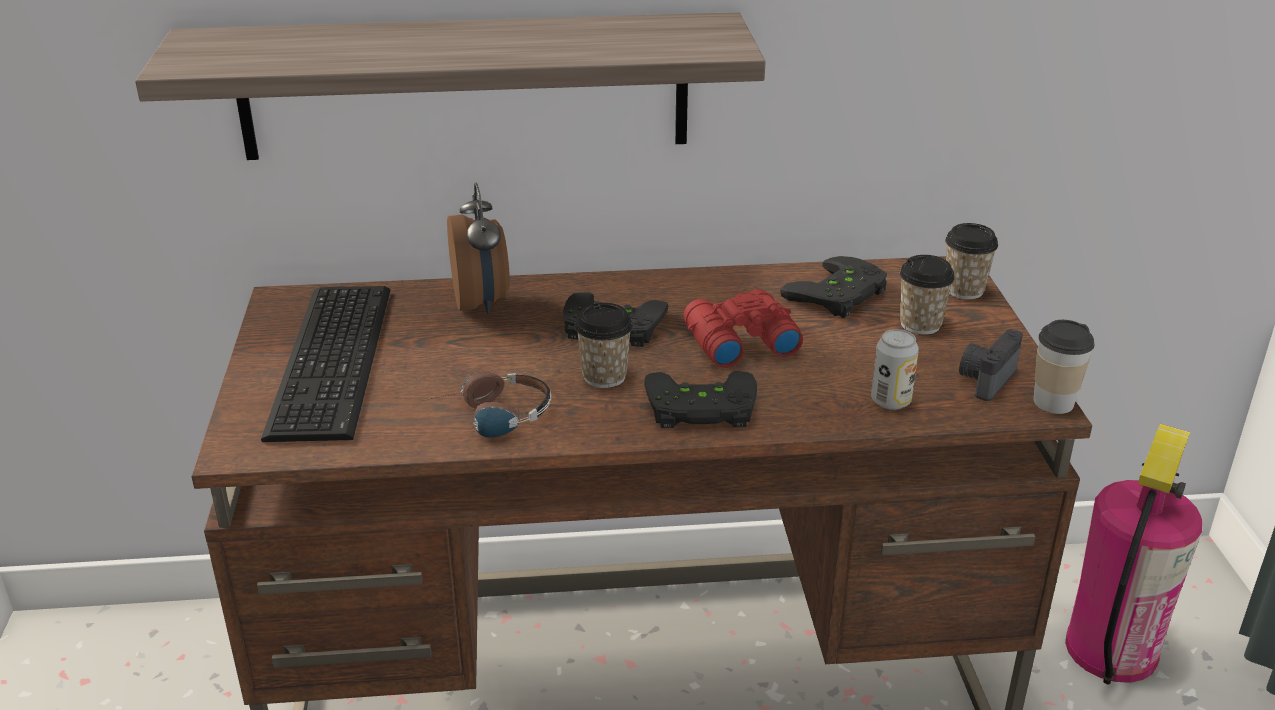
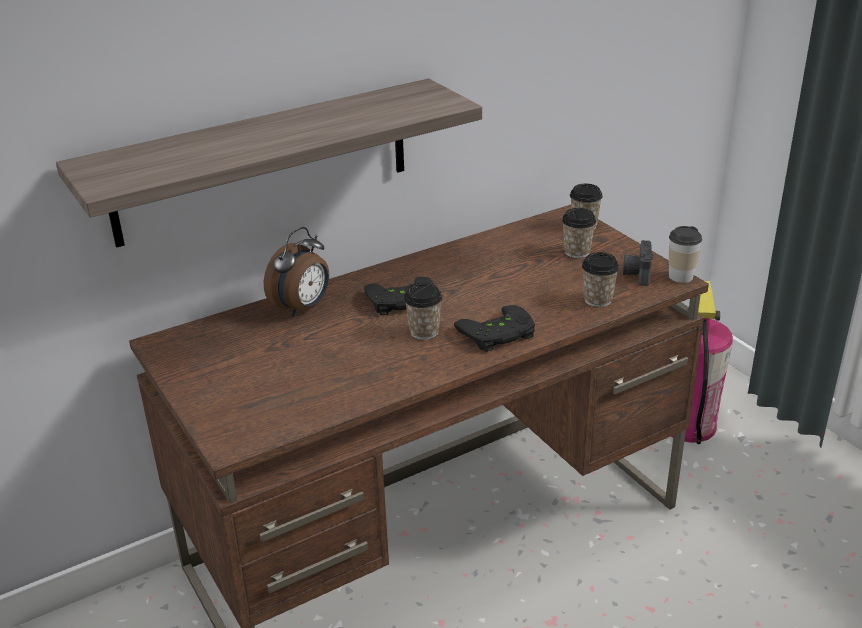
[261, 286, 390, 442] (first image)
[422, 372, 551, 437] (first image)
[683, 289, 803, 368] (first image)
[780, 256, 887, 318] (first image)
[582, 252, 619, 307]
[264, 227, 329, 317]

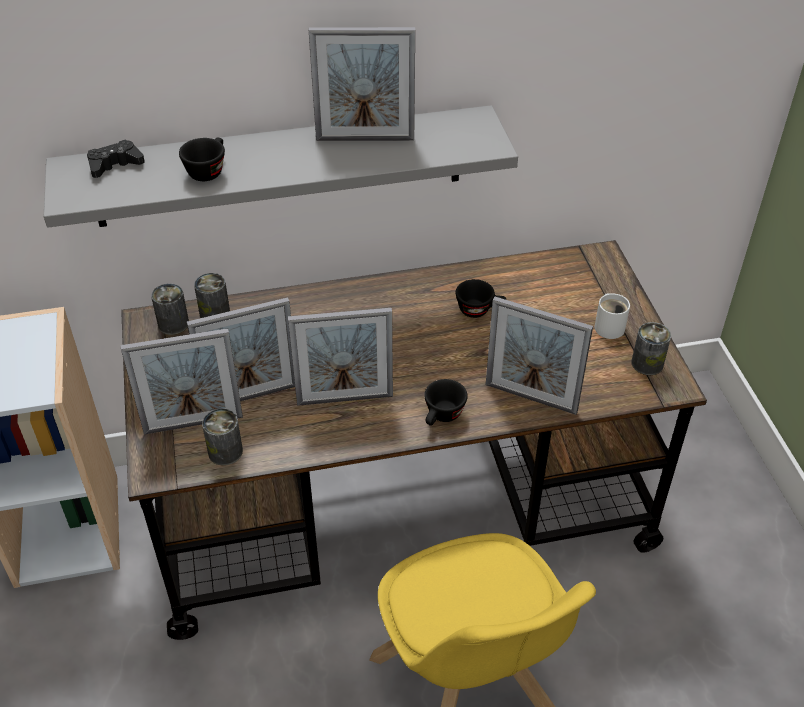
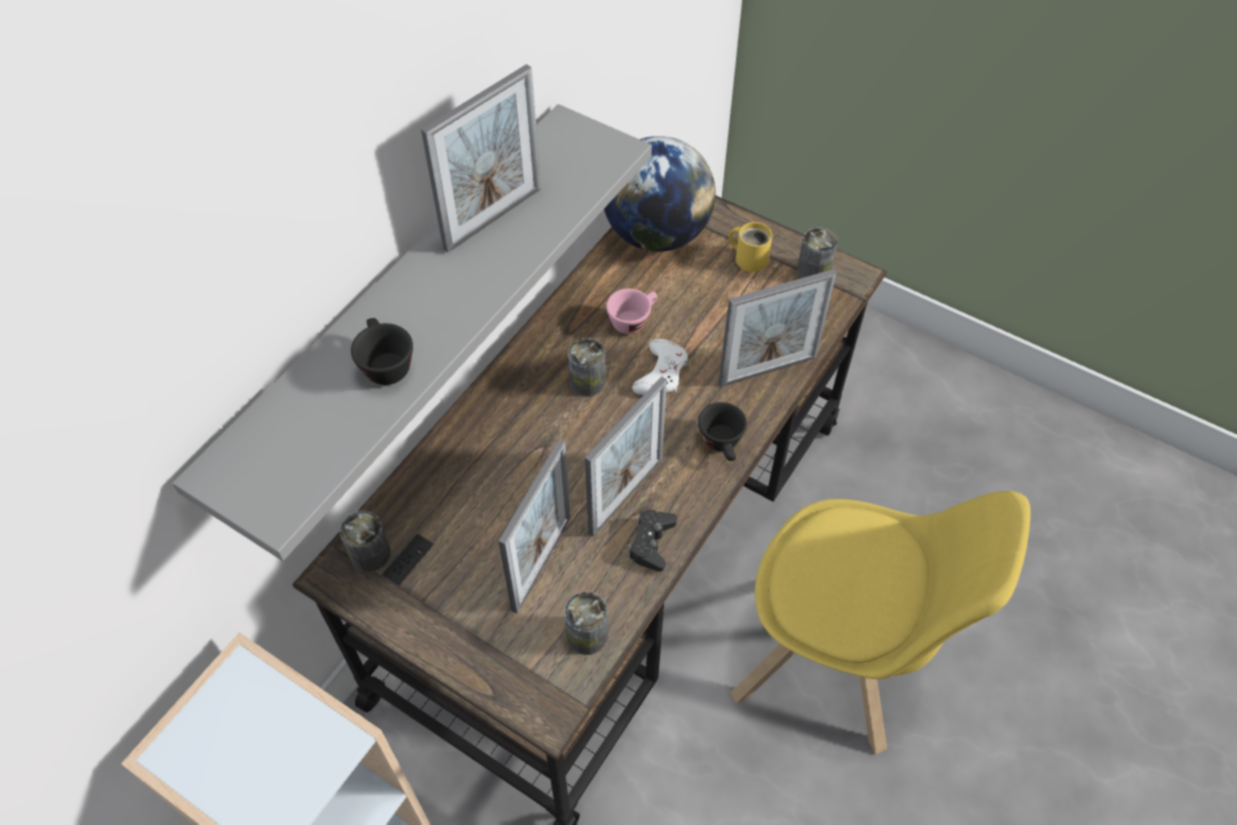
[121, 328, 243, 434] (first image)
[604, 136, 716, 252]
[632, 339, 688, 395]
[628, 510, 677, 572]
[568, 338, 606, 397]
[606, 289, 657, 334]
[729, 222, 772, 272]

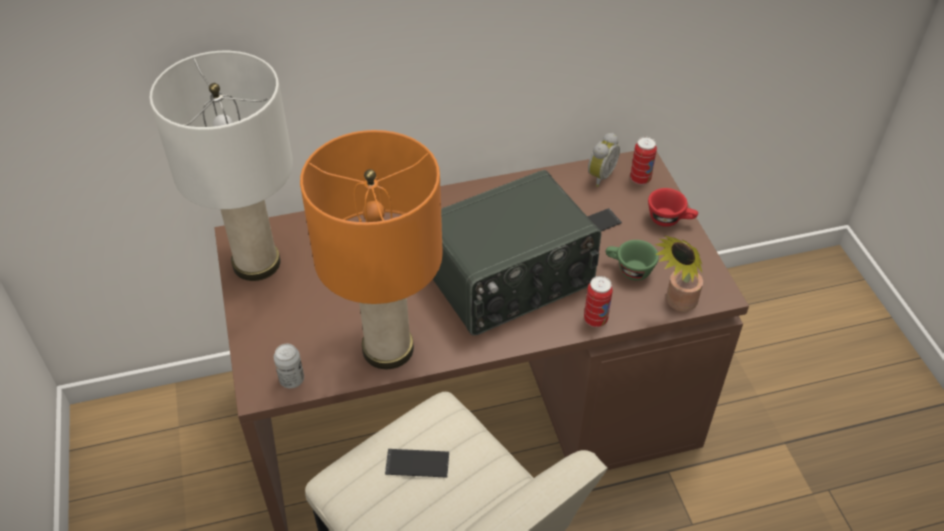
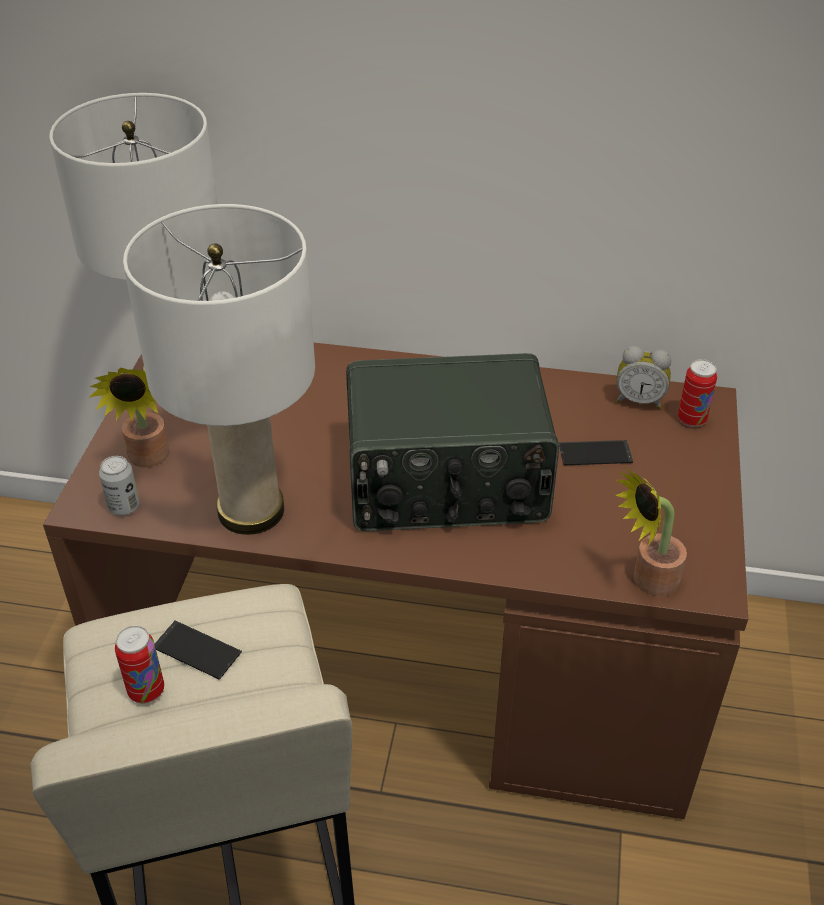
[605, 240, 659, 281] (first image)
[648, 188, 698, 227] (first image)
[89, 368, 170, 468]
[115, 626, 164, 704]
[123, 204, 315, 535]
[616, 346, 671, 409]

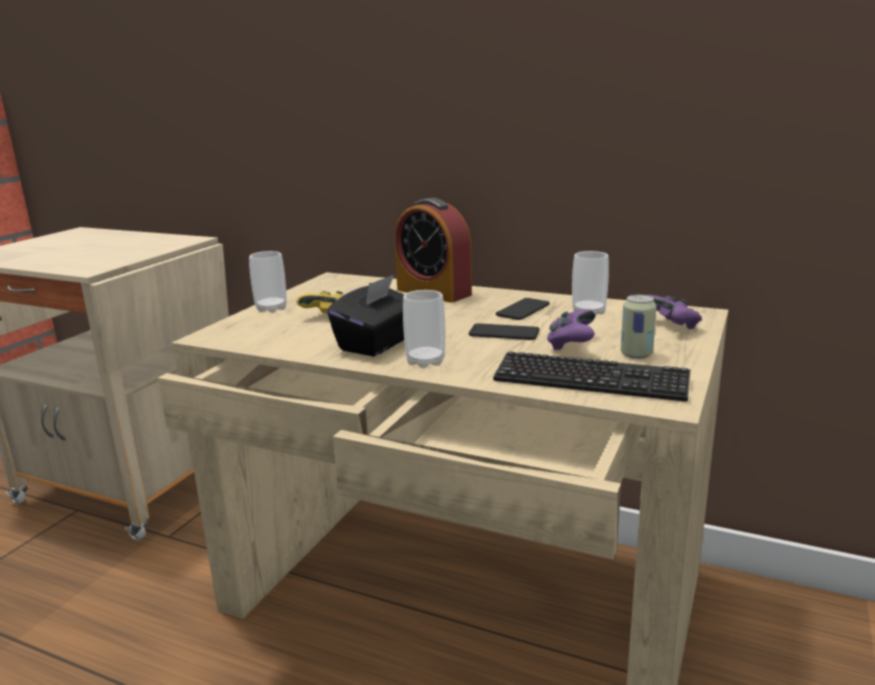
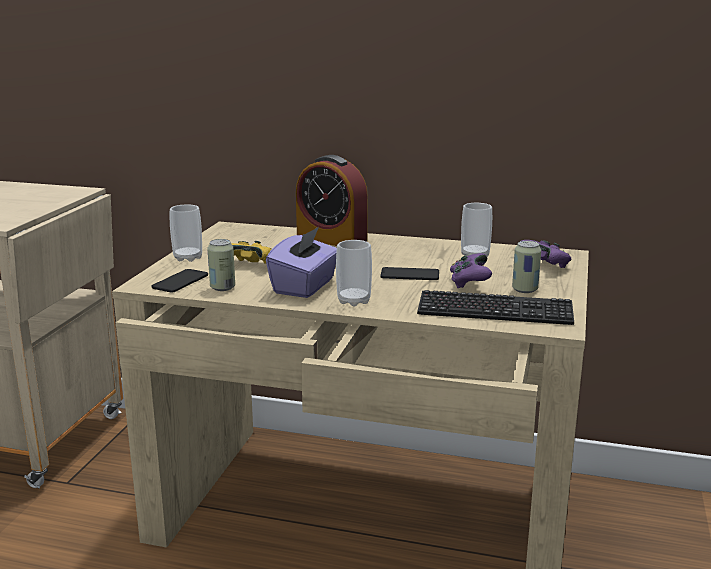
[207, 239, 235, 291]
[152, 269, 208, 292]
[266, 227, 337, 298]

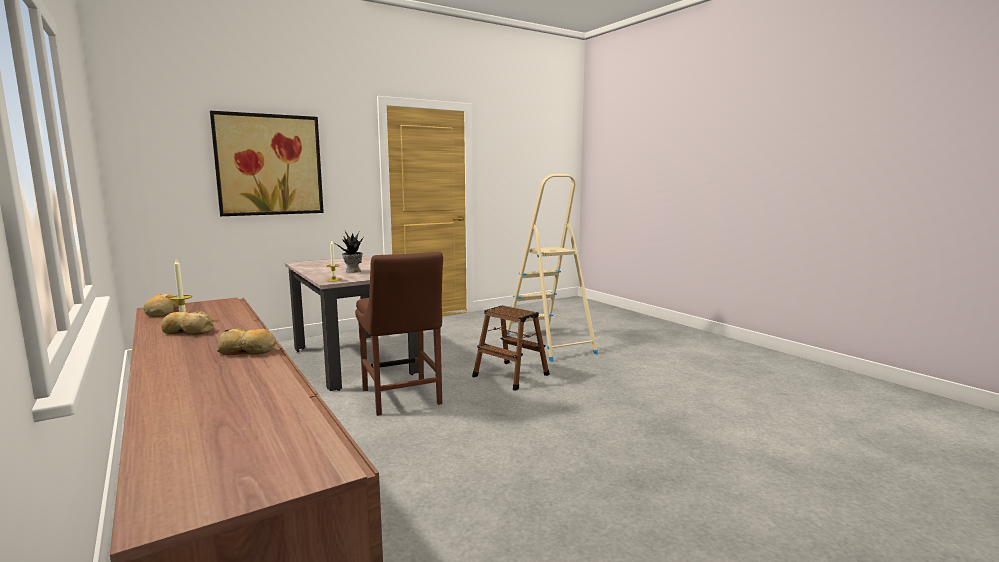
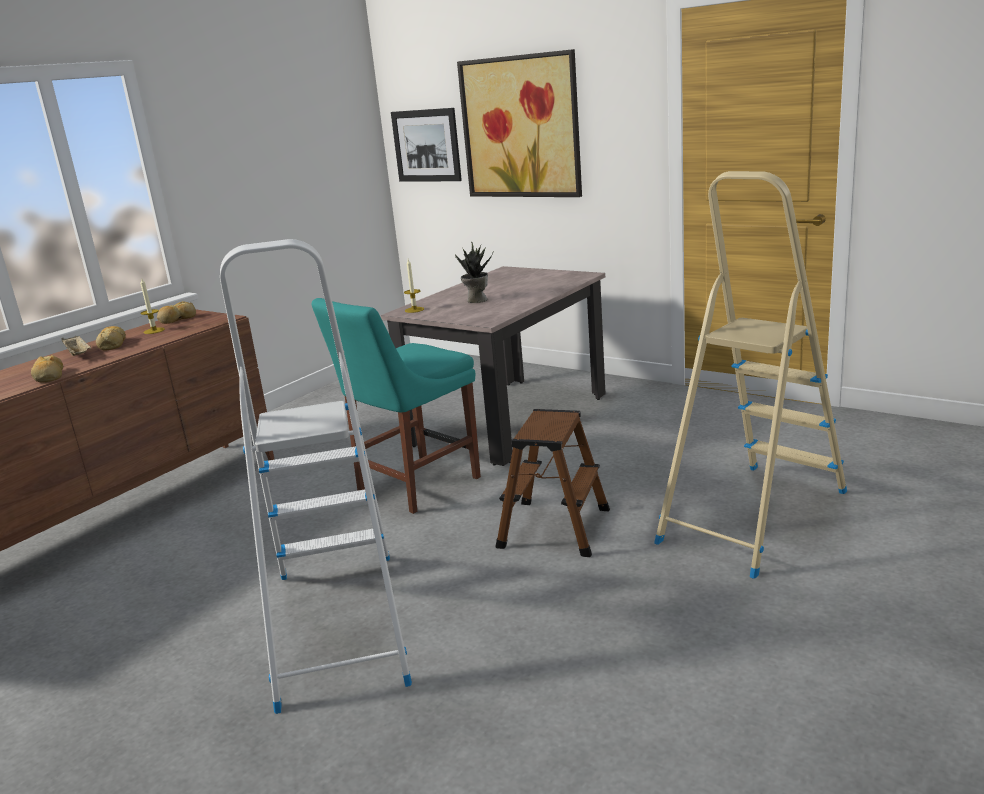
[61, 336, 91, 356]
[220, 239, 412, 714]
[391, 108, 462, 182]
[312, 298, 481, 514]

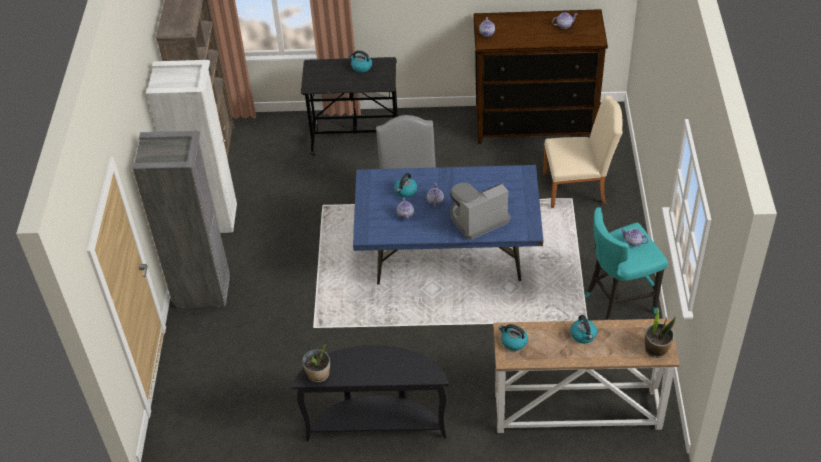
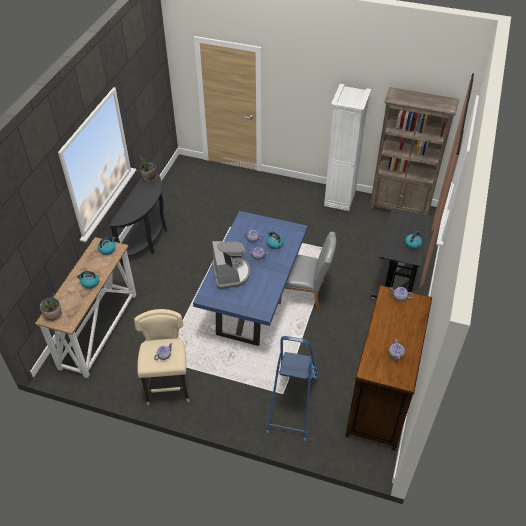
[132, 131, 230, 308] (first image)
[267, 336, 318, 440]
[134, 309, 190, 405]

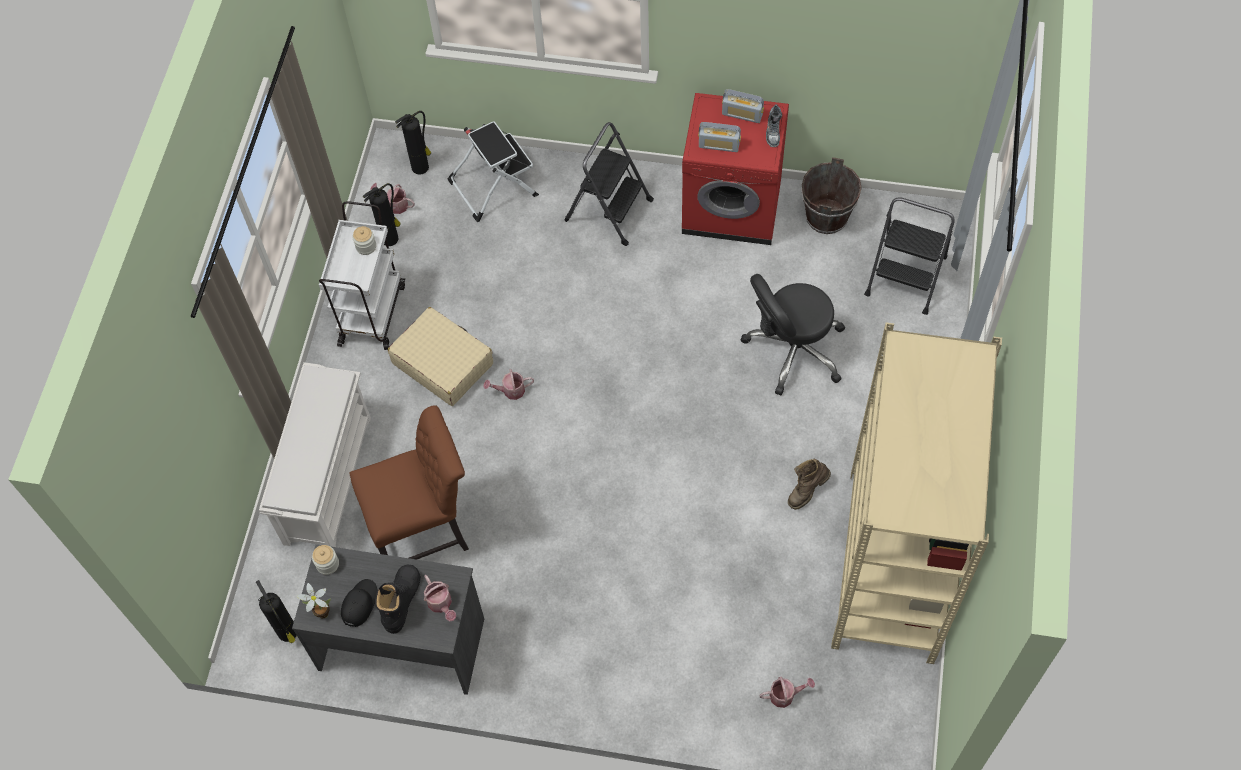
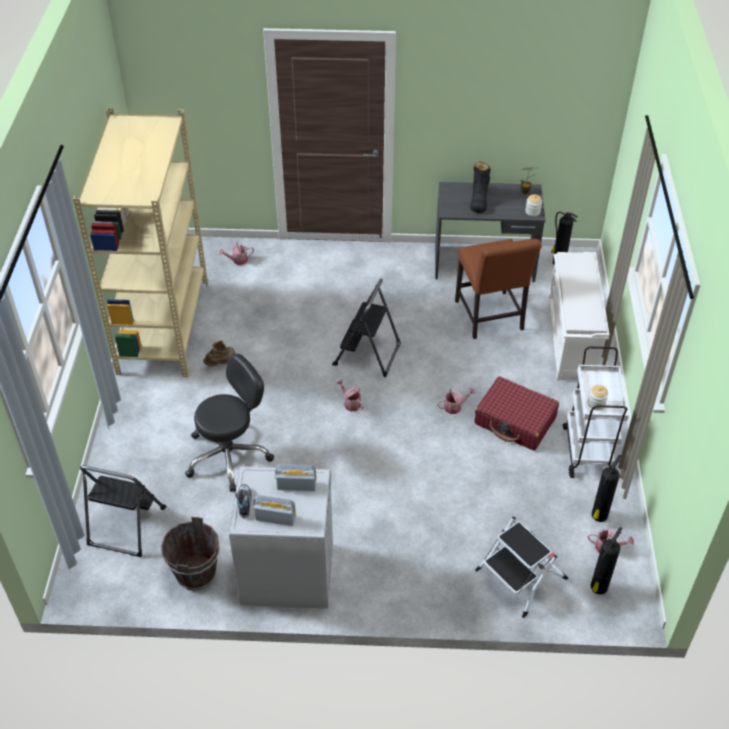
[341, 579, 378, 627] (first image)
[337, 379, 364, 411]
[332, 278, 401, 377]
[474, 376, 559, 451]
[229, 466, 333, 609]
[455, 239, 542, 339]

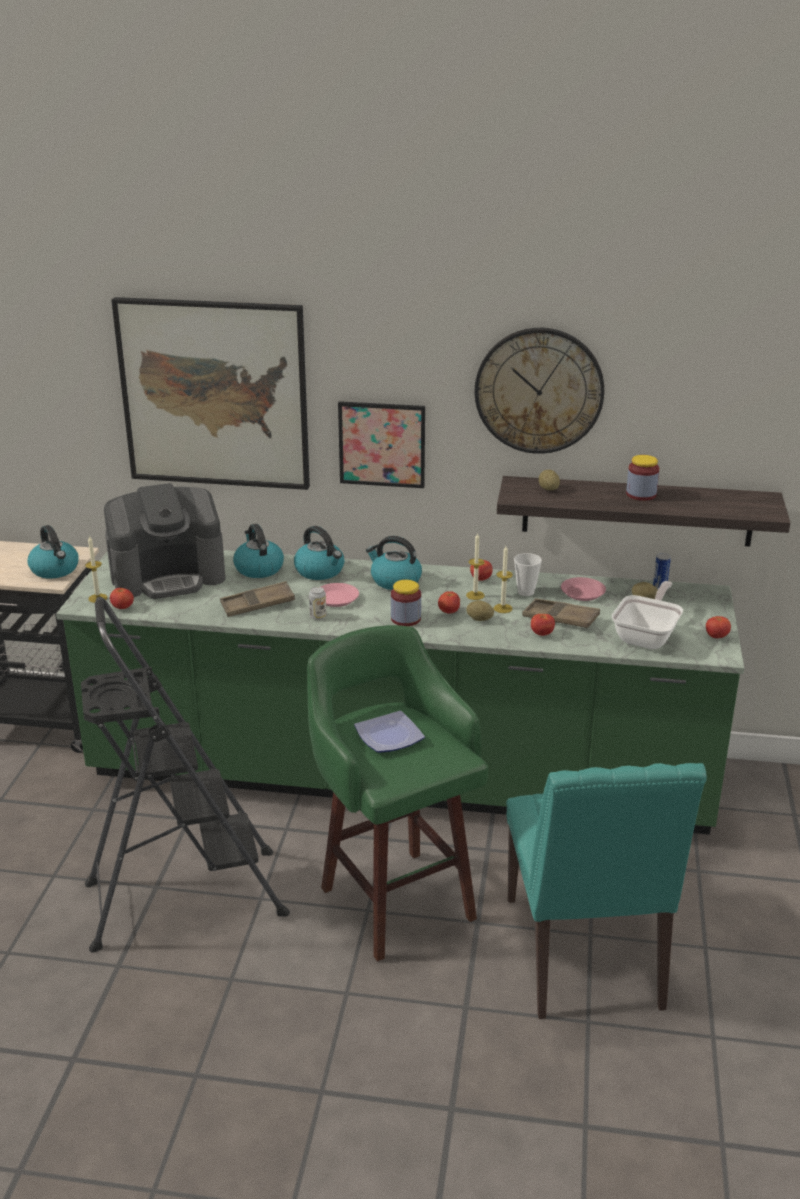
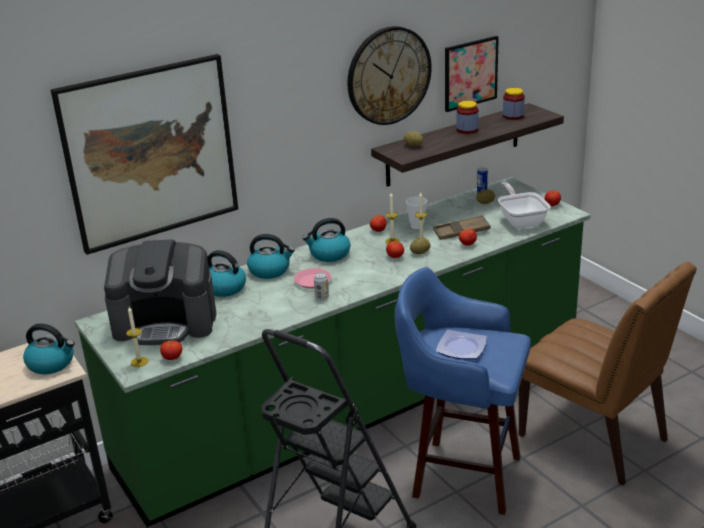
[220, 581, 295, 617] (first image)
[561, 577, 606, 601] (first image)
[445, 36, 499, 112]
[503, 88, 525, 120]
[395, 267, 531, 515]
[519, 261, 697, 485]
[104, 240, 216, 345]

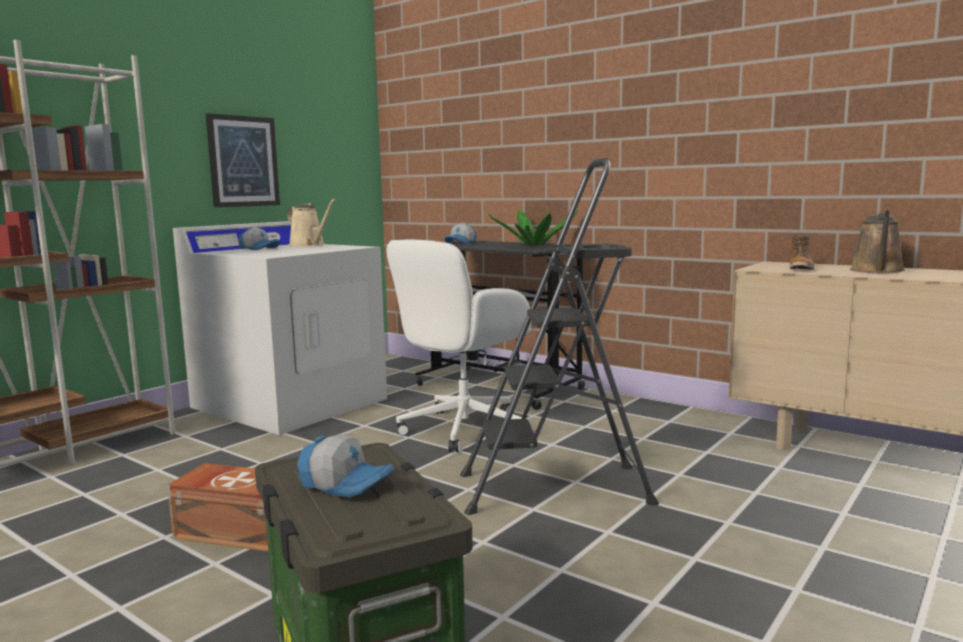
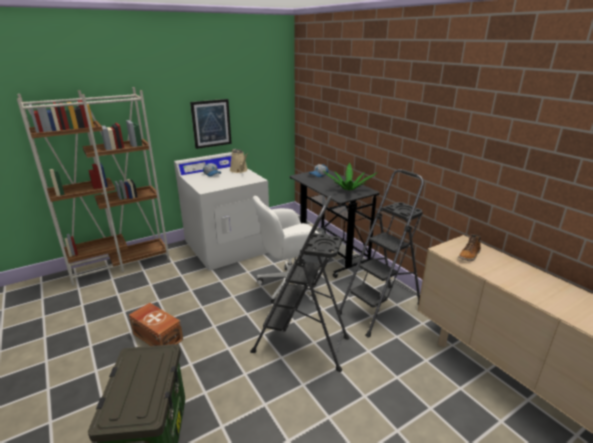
[297, 434, 395, 497] (first image)
[850, 210, 905, 274] (first image)
[339, 169, 424, 338]

